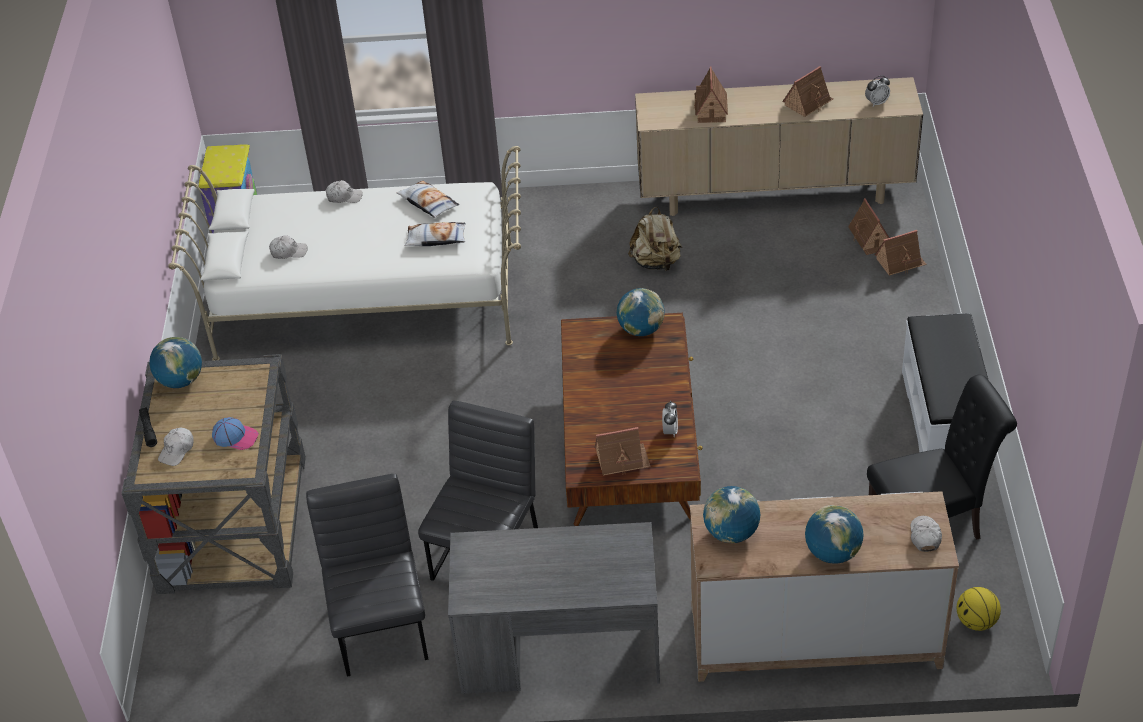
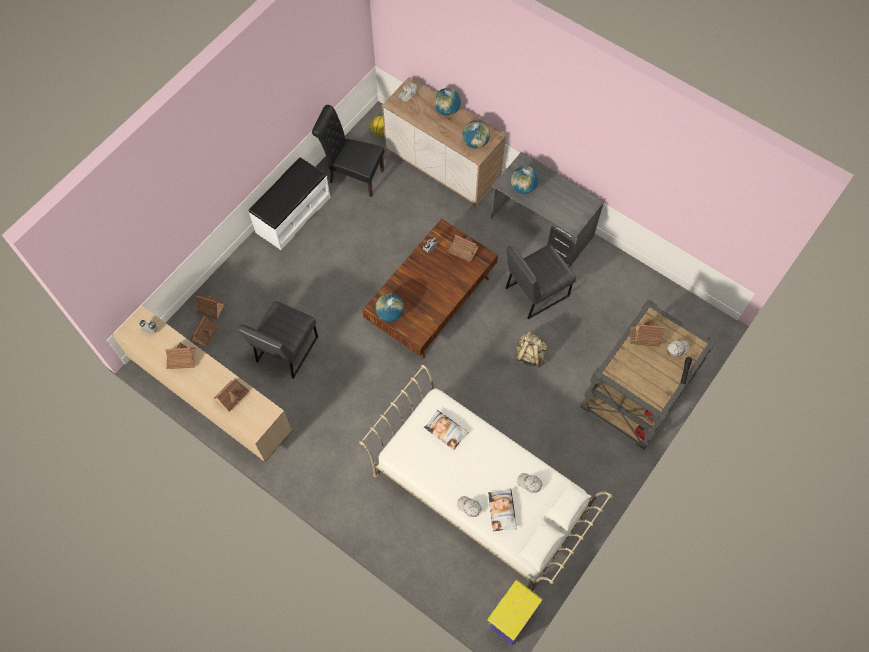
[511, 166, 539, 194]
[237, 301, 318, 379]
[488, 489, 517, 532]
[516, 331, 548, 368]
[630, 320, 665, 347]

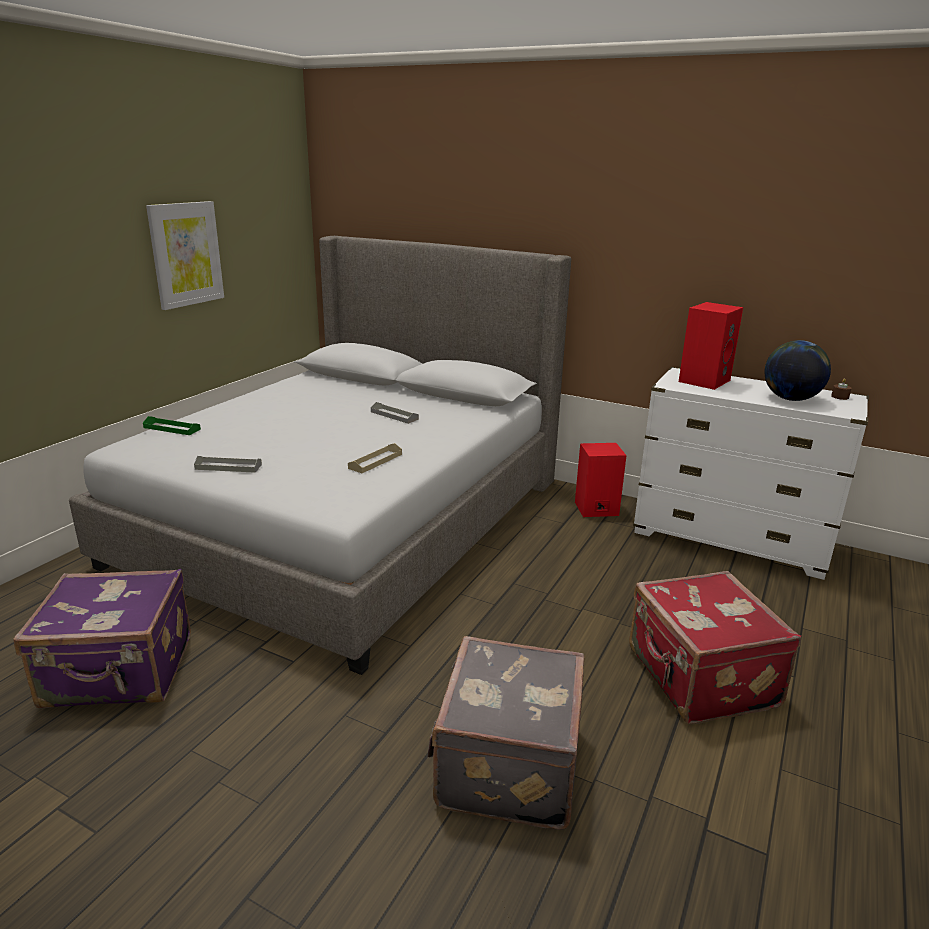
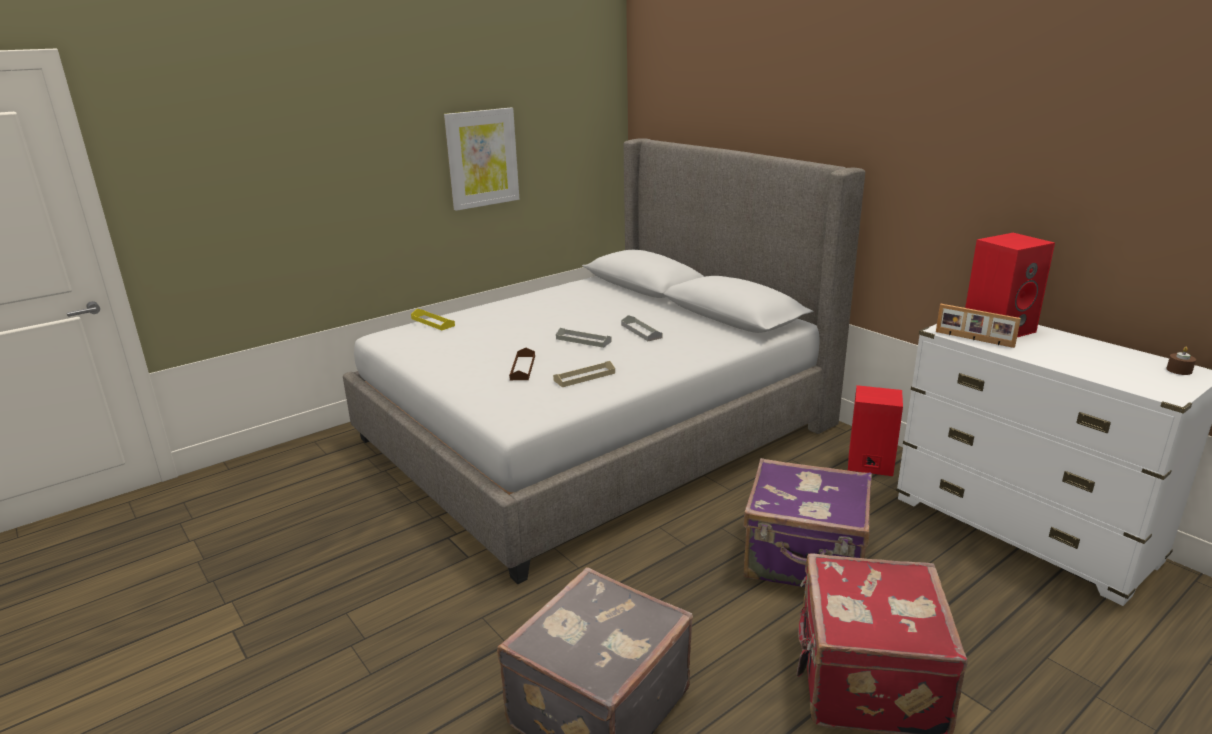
[764, 340, 831, 401] (first image)
[509, 348, 535, 380]
[936, 304, 1021, 348]
[743, 458, 872, 587]
[556, 328, 612, 348]
[411, 309, 455, 330]

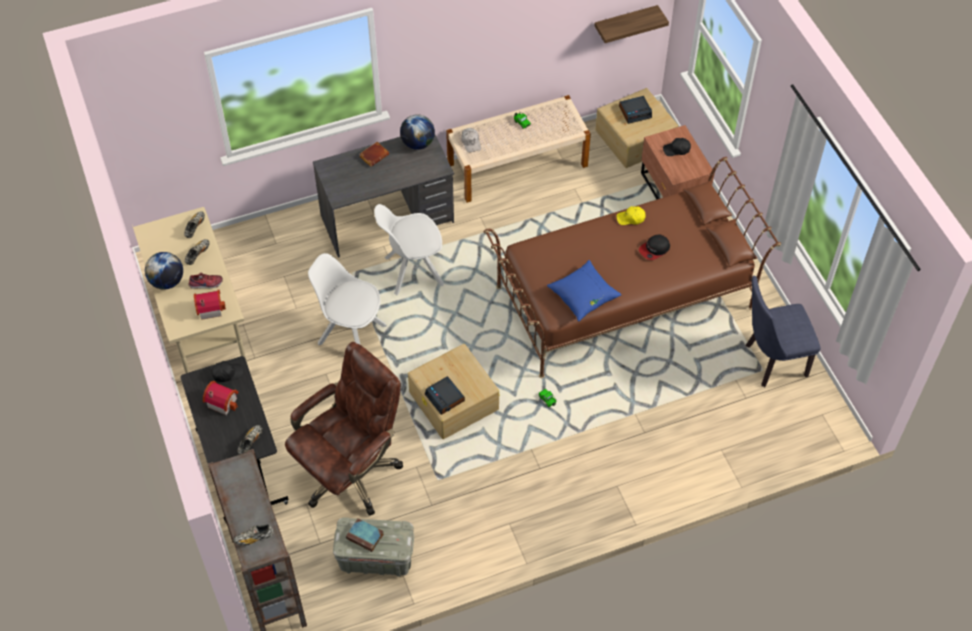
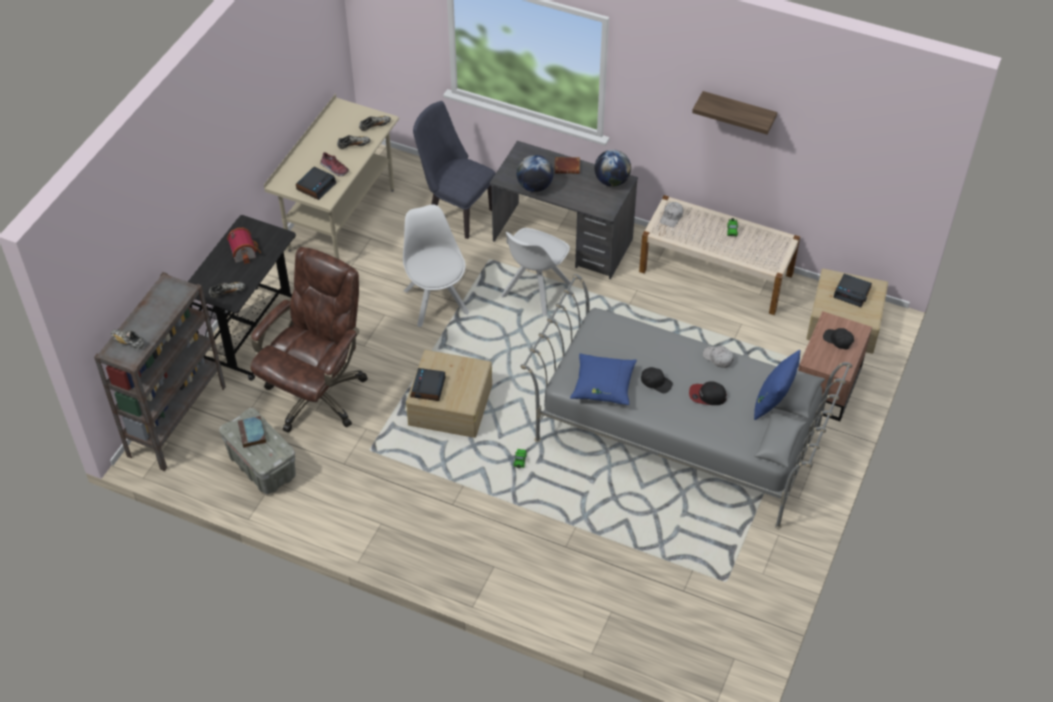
[754, 350, 801, 420]
[517, 155, 553, 192]
[641, 367, 673, 393]
[692, 91, 777, 135]
[413, 101, 496, 239]
[296, 167, 336, 200]
[520, 274, 852, 528]
[703, 346, 733, 368]
[250, 247, 368, 433]
[501, 228, 571, 316]

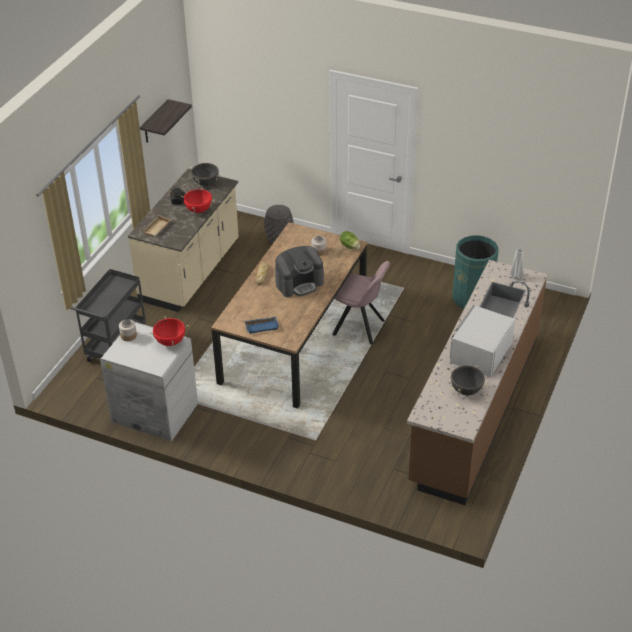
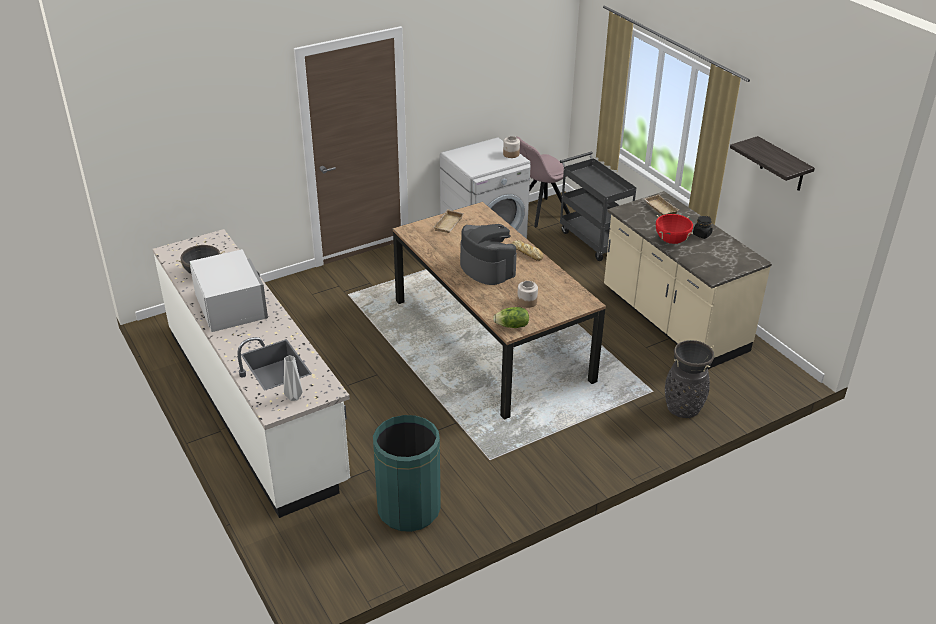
[149, 317, 189, 346] (first image)
[674, 339, 714, 374]
[516, 136, 570, 227]
[434, 209, 464, 233]
[153, 229, 350, 518]
[460, 224, 517, 285]

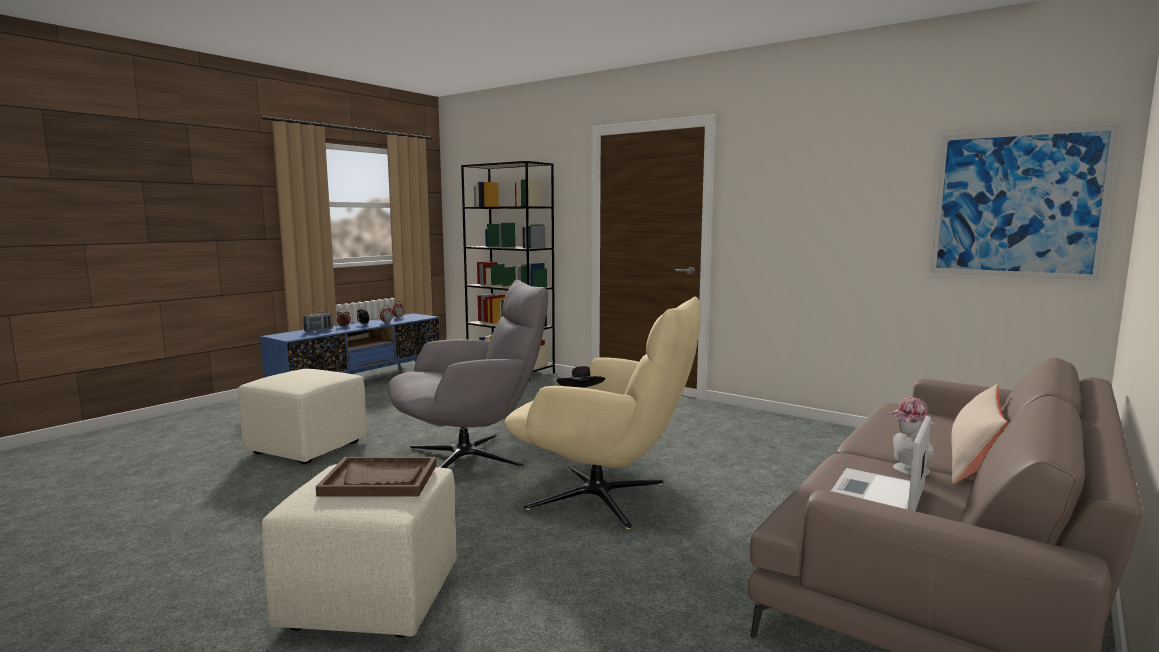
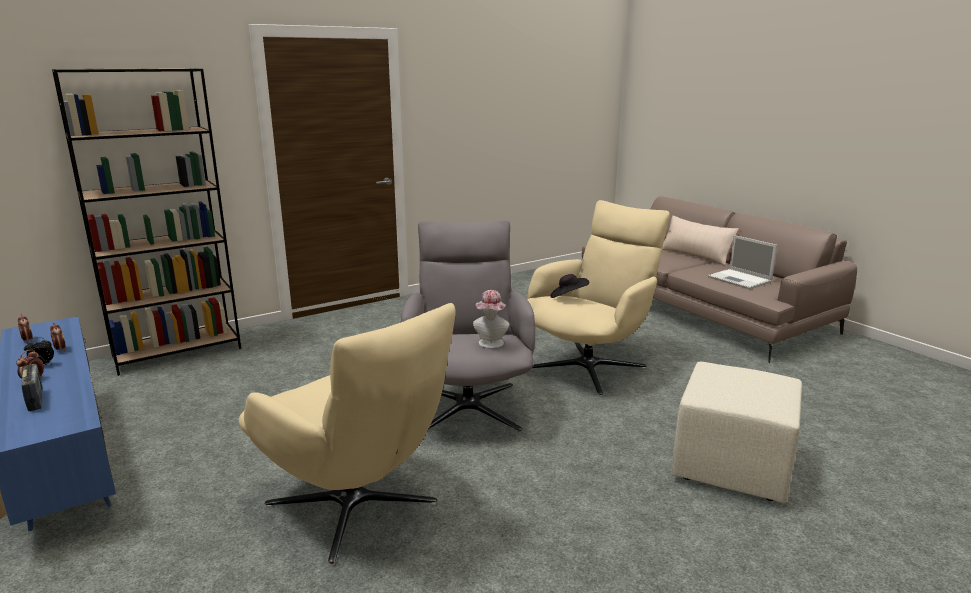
[316, 457, 437, 496] (first image)
[930, 124, 1120, 281] (first image)
[473, 290, 510, 349]
[239, 303, 455, 565]

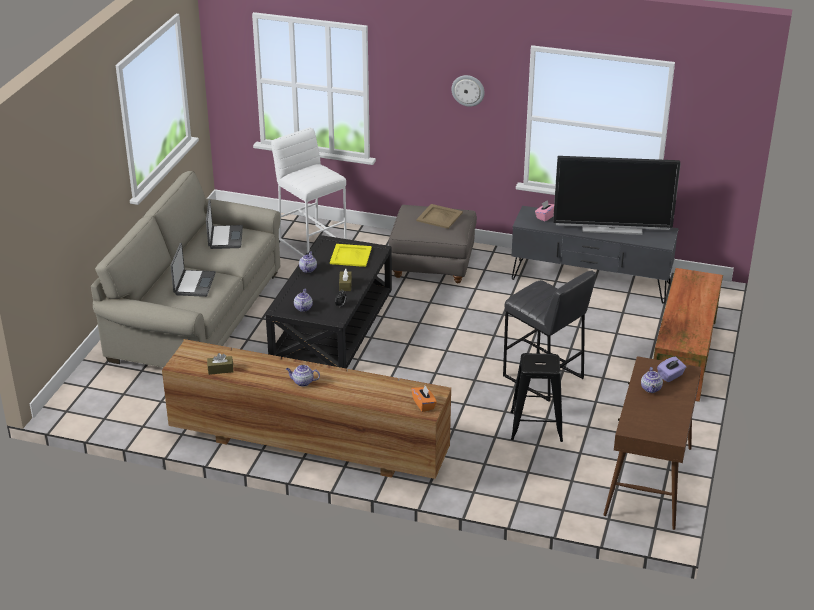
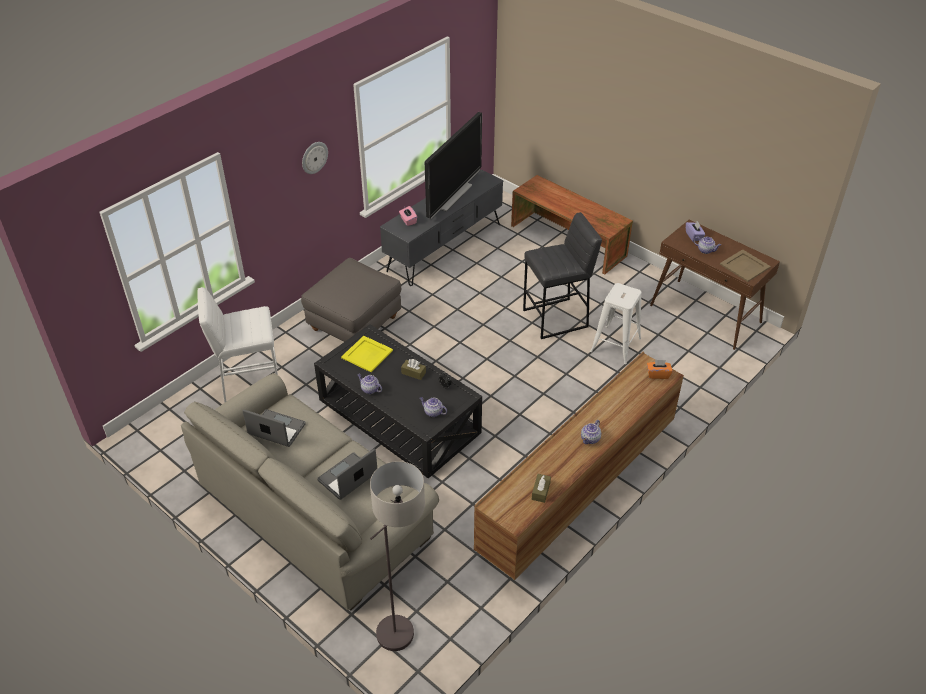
[370, 461, 425, 651]
[720, 249, 771, 282]
[590, 283, 641, 364]
[317, 449, 377, 500]

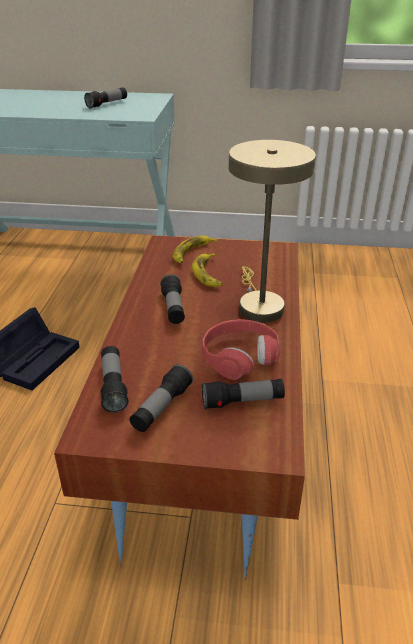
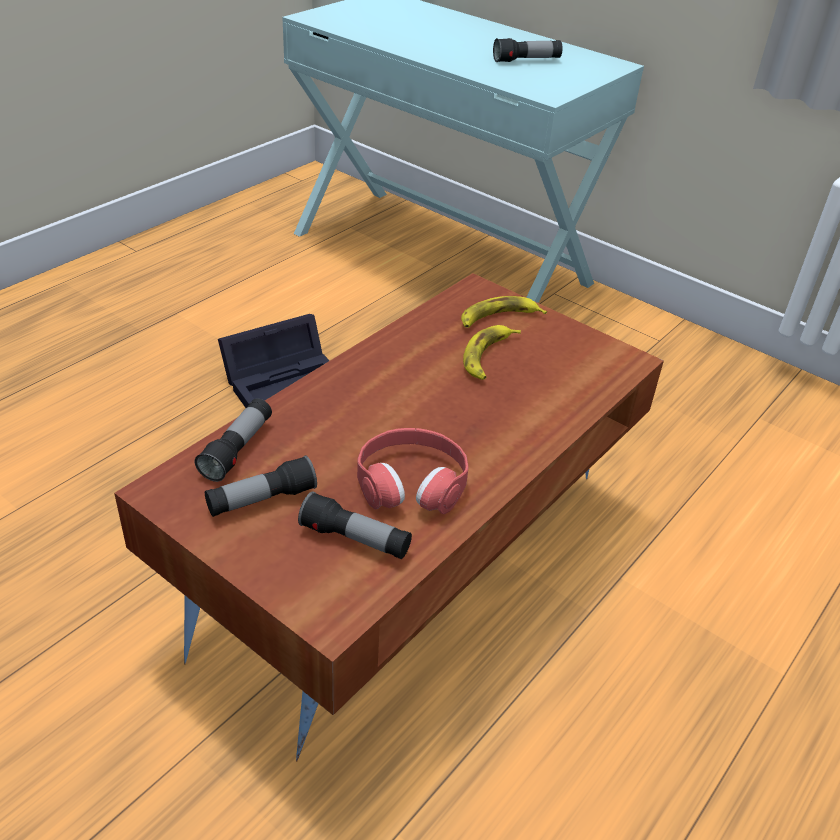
[160, 274, 185, 324] (first image)
[229, 140, 316, 322] (first image)

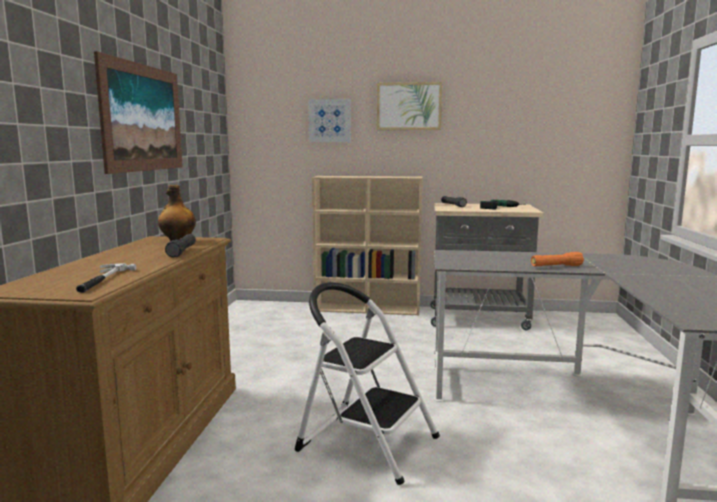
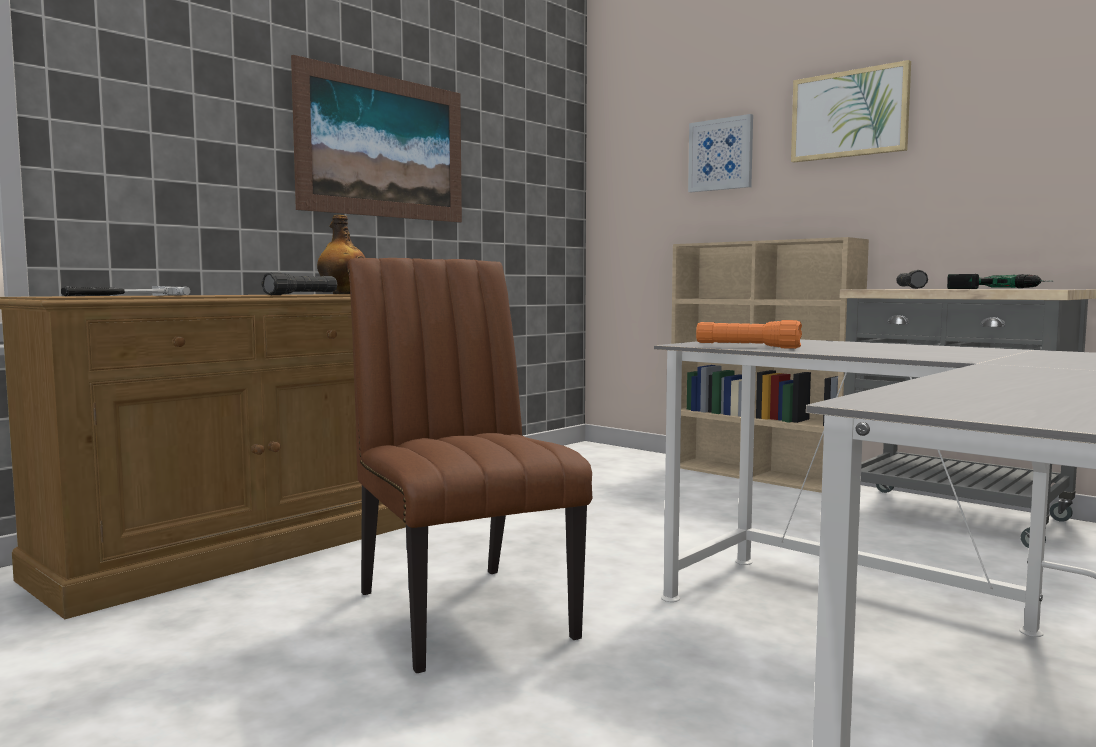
[696, 320, 802, 349]
[347, 258, 593, 673]

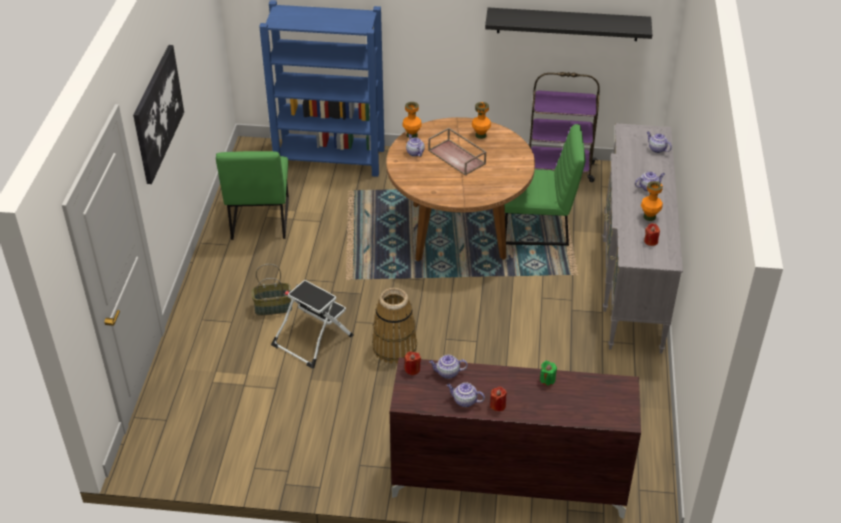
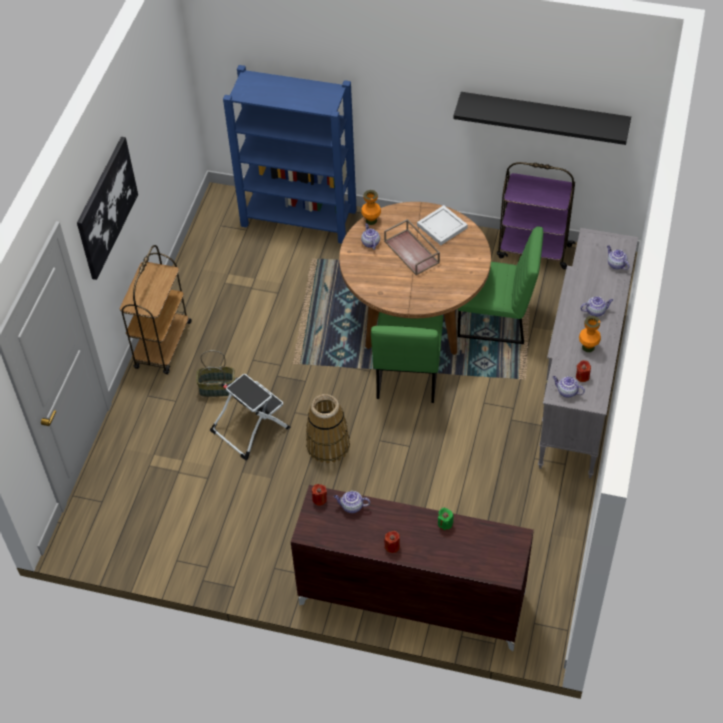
[120, 245, 192, 374]
[371, 312, 443, 403]
[553, 376, 585, 398]
[417, 205, 468, 245]

